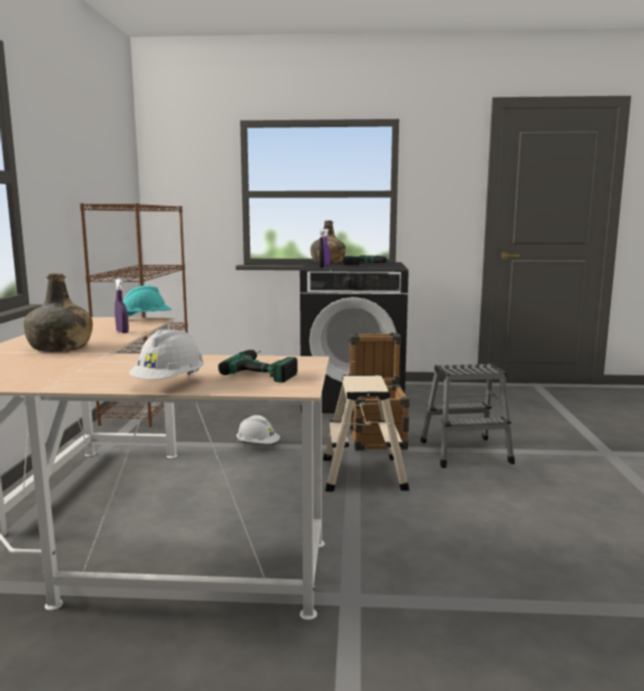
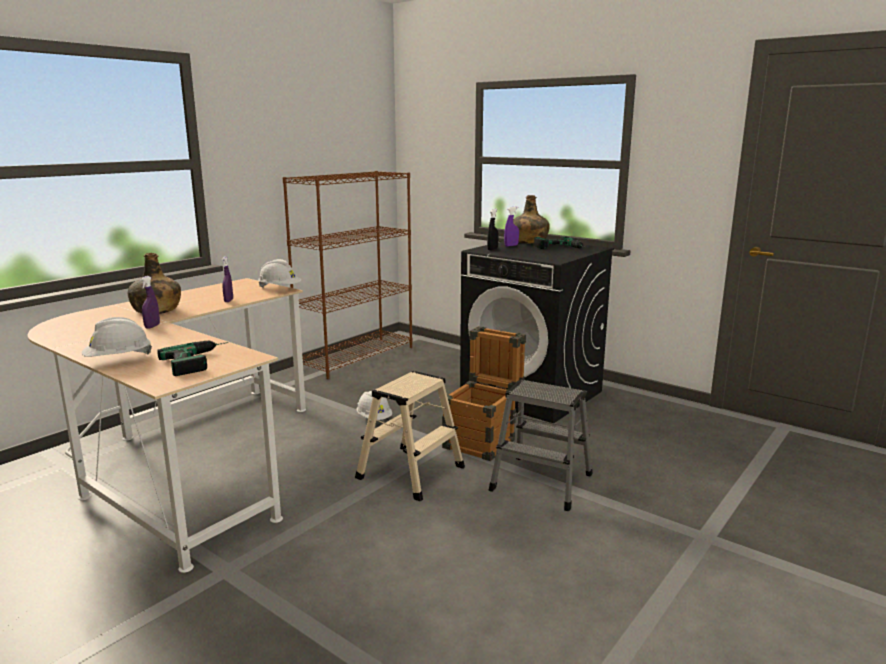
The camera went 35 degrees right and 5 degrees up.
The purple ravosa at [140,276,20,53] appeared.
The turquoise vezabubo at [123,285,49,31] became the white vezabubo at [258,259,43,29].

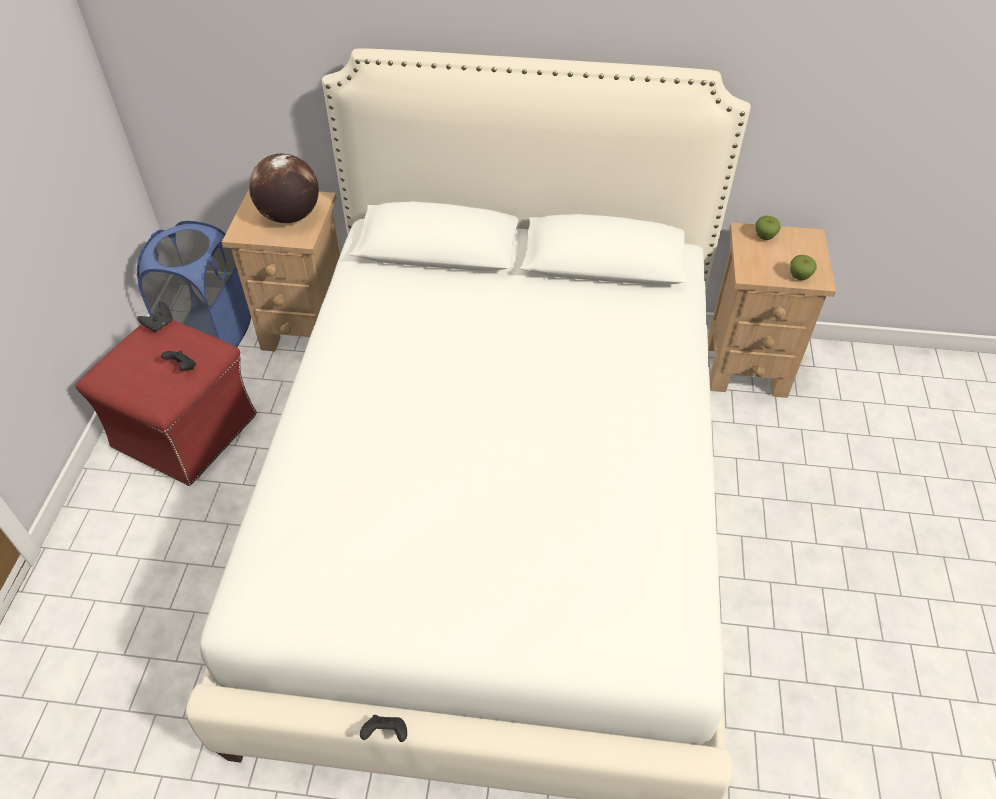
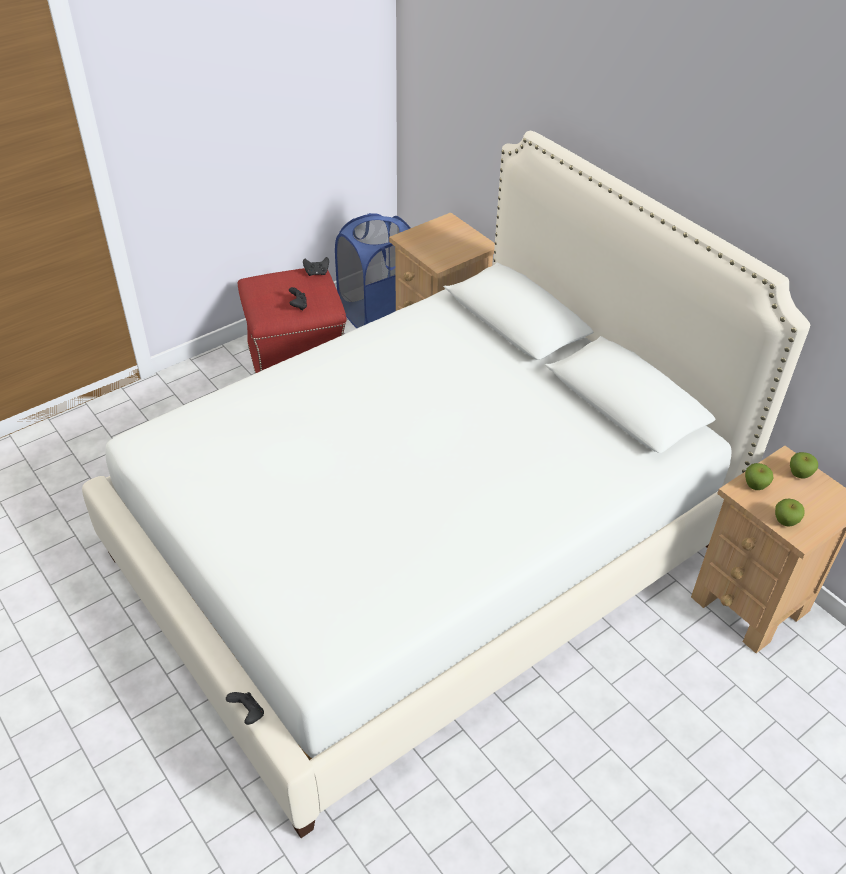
The camera went 45 degrees right and 5 degrees down.
The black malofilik moved from [360,715,47,27] to [226,692,38,33].
The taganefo at [745,463,28,27] appeared.
The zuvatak at [249,153,70,70] disappeared.

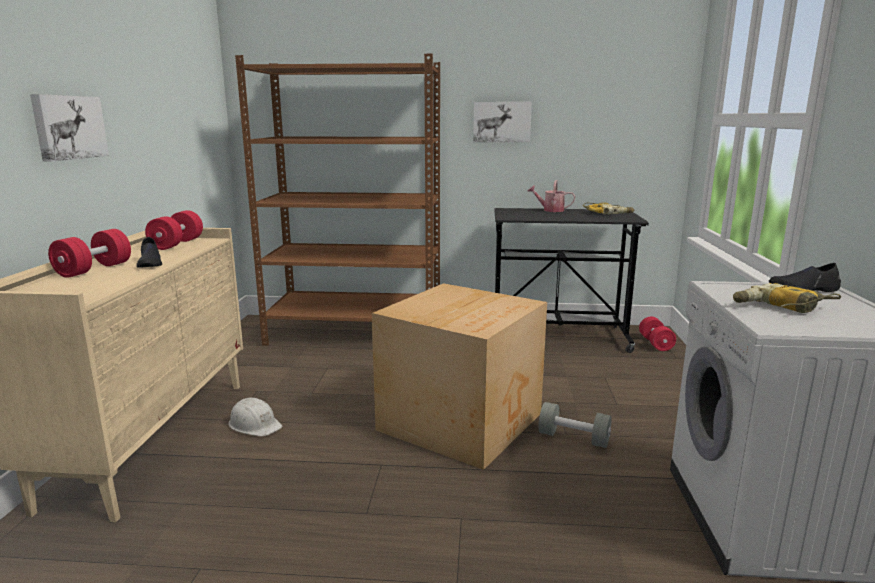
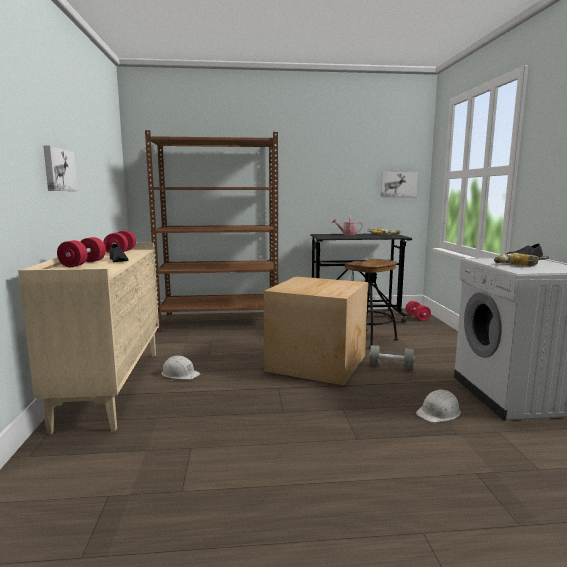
The camera went 10 degrees left and 5 degrees down.
The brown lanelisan at [344,259,54,90] appeared.
The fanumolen moved from [473,102,59,40] to [381,172,37,25].
The white vezabubo at [416,389,45,34] appeared.

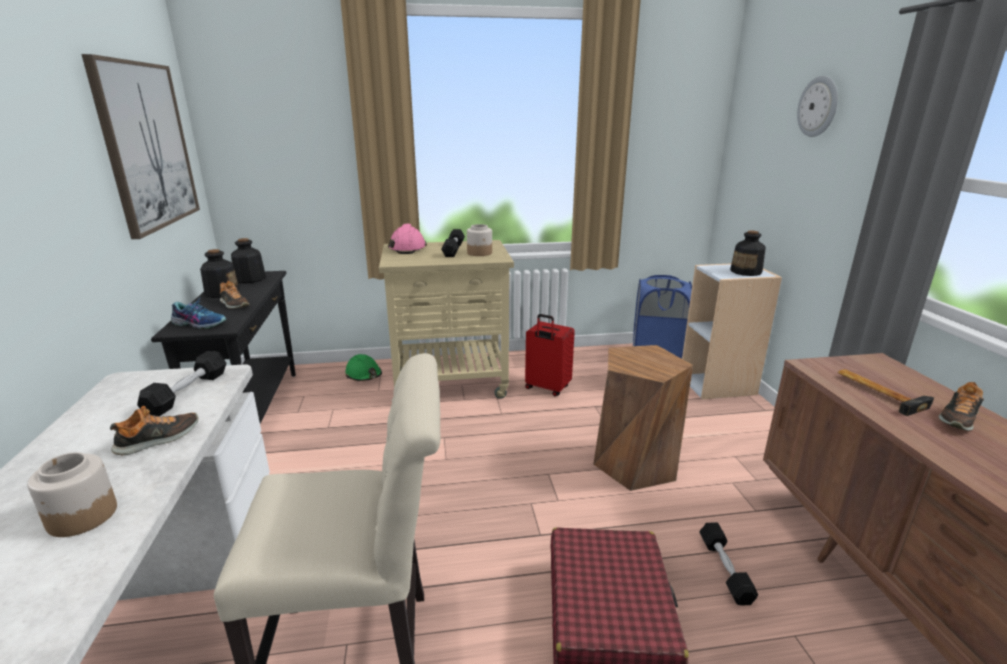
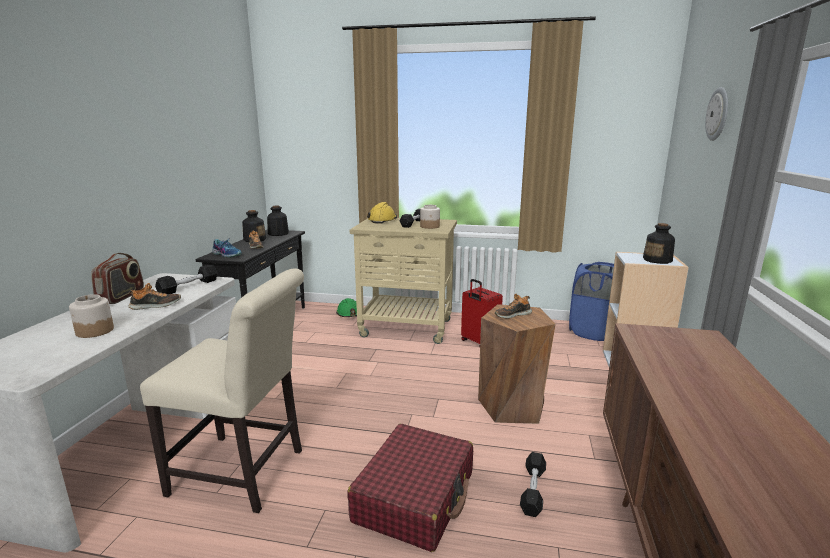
The camera went 20 degrees right and 5 degrees down.
The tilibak at [91,253,53,51] appeared.
The pink vezabubo at [388,224,39,30] became the yellow vezabubo at [367,202,30,22].
The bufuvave moved from [938,382,46,49] to [495,294,37,24].
The fanumolen at [81,54,119,185] disappeared.
The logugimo at [837,369,97,47] disappeared.

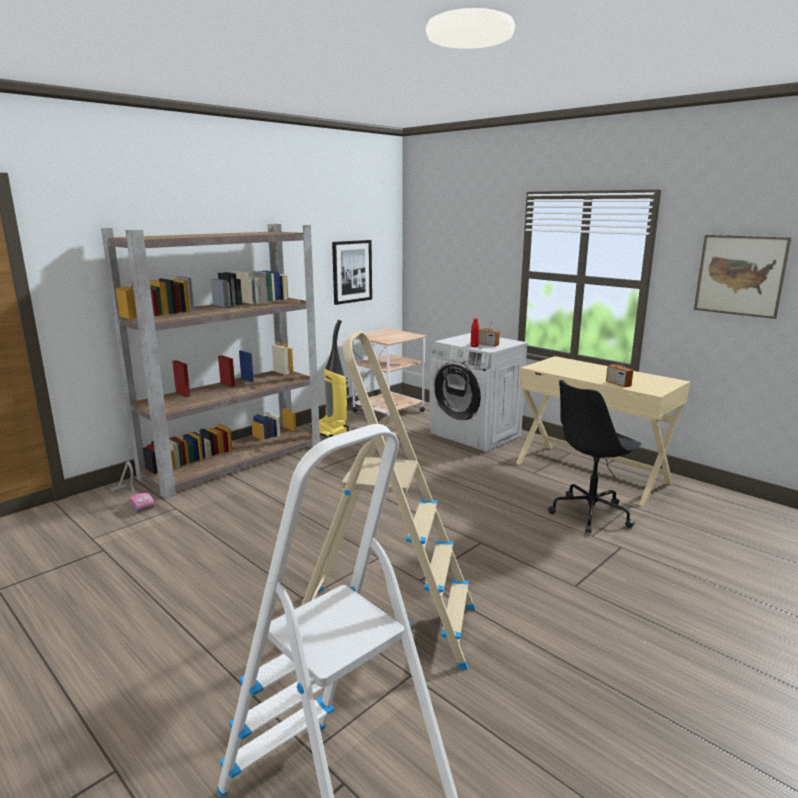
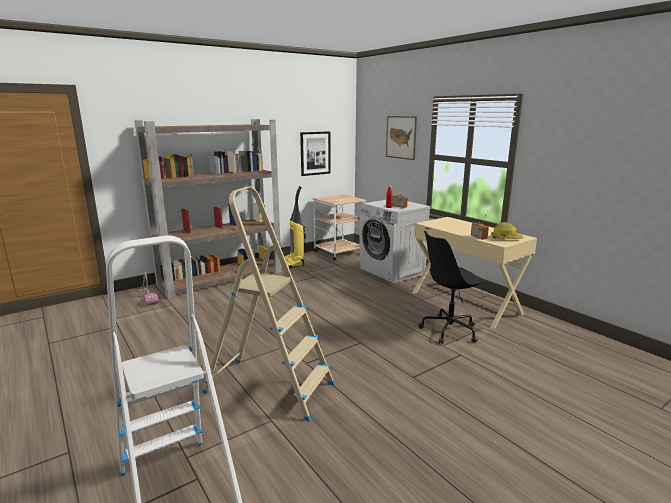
The camera went 10 degrees right and 0 degrees up.
The fanumolen moved from [694,235,97,84] to [386,116,31,44].
The vezabubo at [491,222,32,17] appeared.

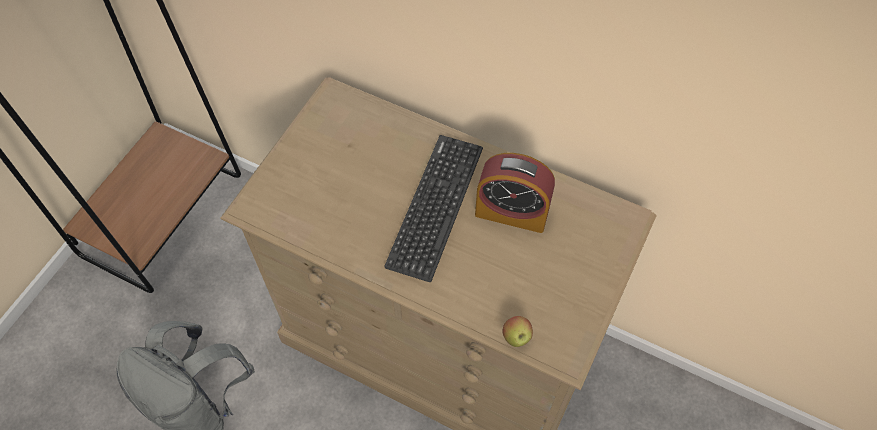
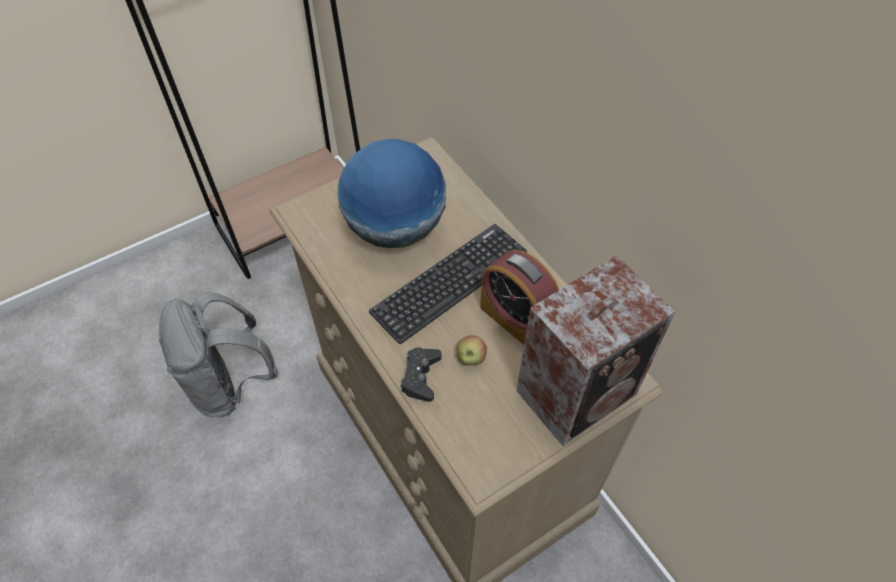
The camera went 30 degrees right and 5 degrees down.
The zuvatak at [337,139,109,109] appeared.
The black malofilik at [400,348,42,54] appeared.
The taganefo moved from [503,316,30,31] to [456,335,31,31].
The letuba at [516,255,160,191] appeared.

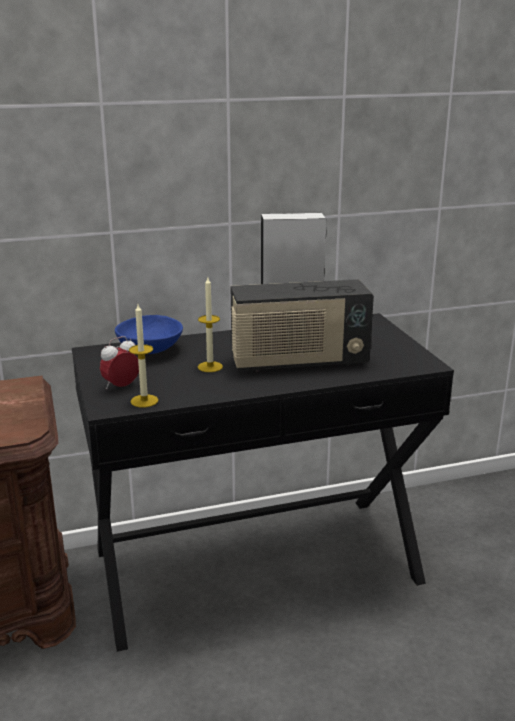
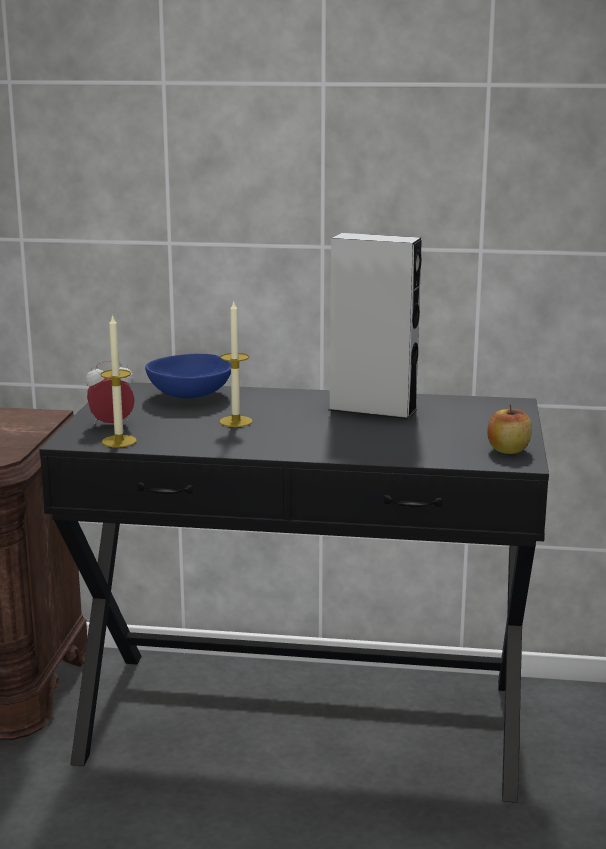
The camera went 25 degrees right and 5 degrees down.
The taganefo at [487,404,45,50] appeared.
The tilibak at [231,279,143,93] disappeared.

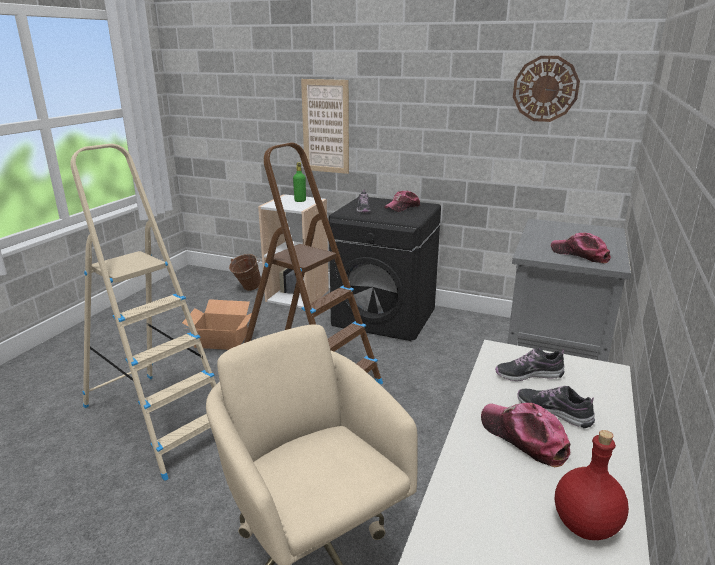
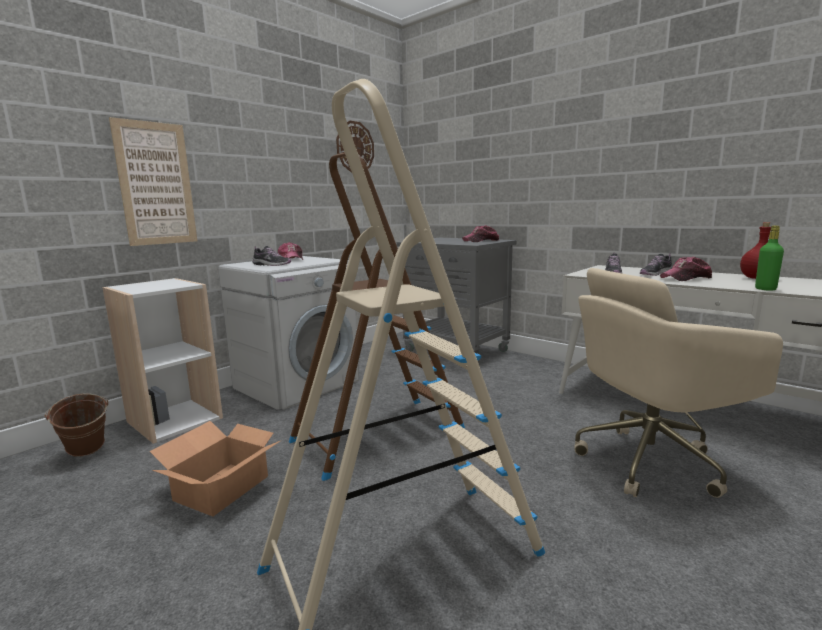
The camera went 70 degrees left and 10 degrees down.
The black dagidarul at [329,197,112,144] became the white dagidarul at [218,256,141,154].
The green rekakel moved from [293,162,13,40] to [755,226,29,65].

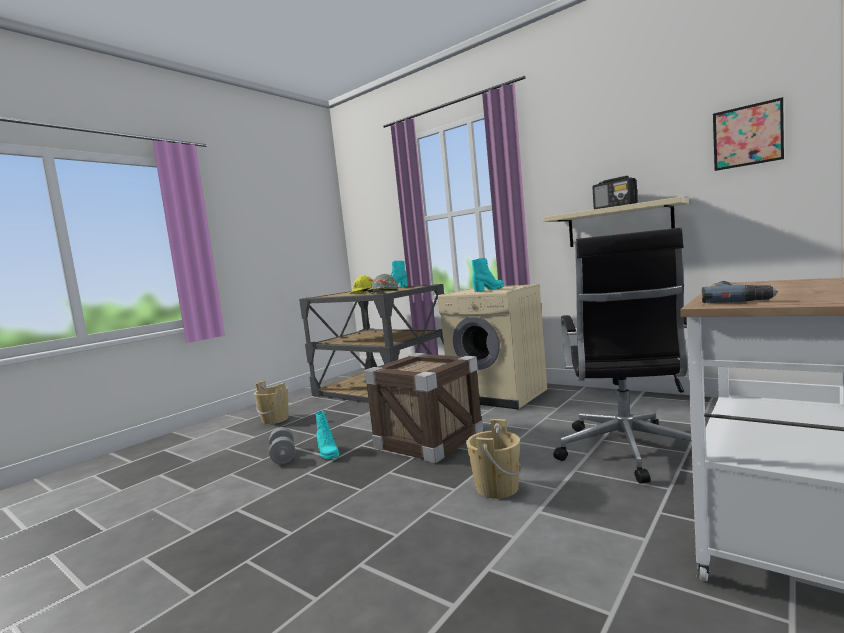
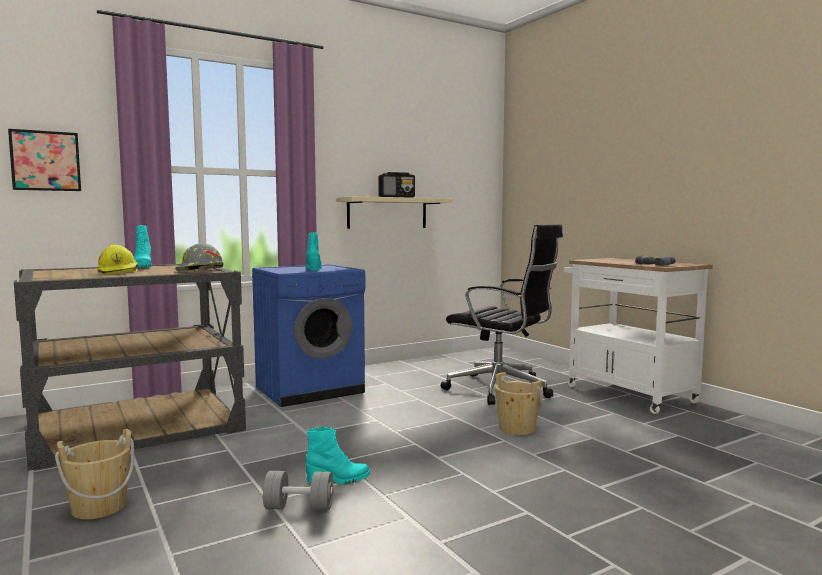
The camera went 70 degrees left and 0 degrees up.
The fanumolen moved from [713,97,71,74] to [8,129,73,62].
The beige dagidarul at [438,284,109,125] became the blue dagidarul at [252,264,113,143].
The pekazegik at [364,353,120,111] disappeared.

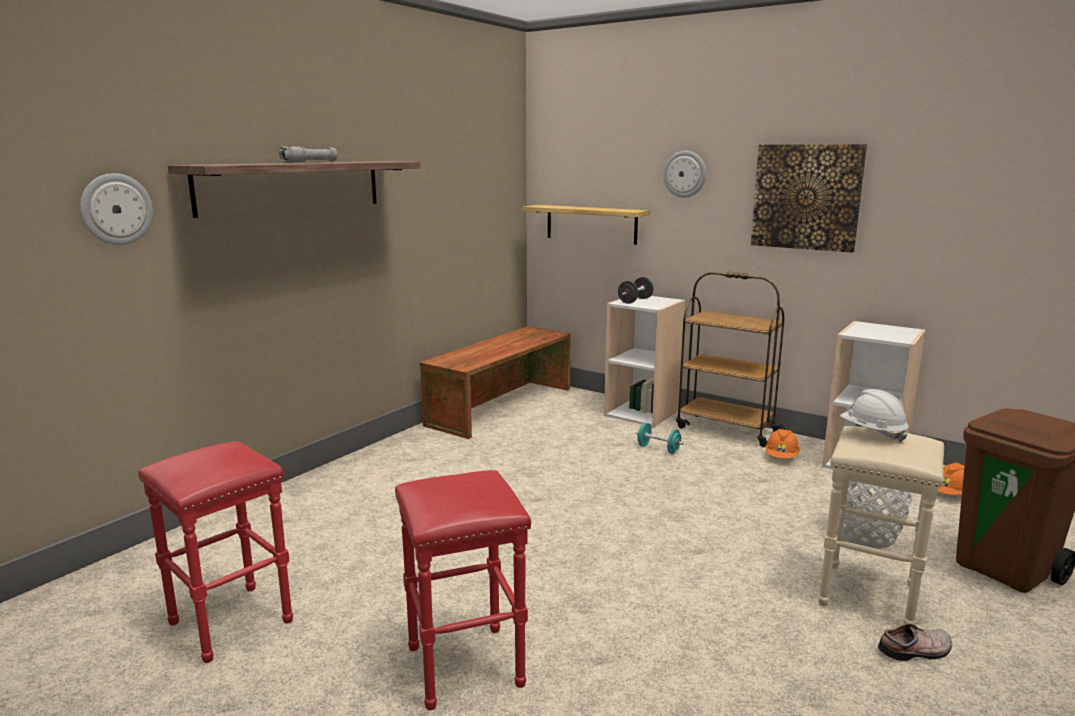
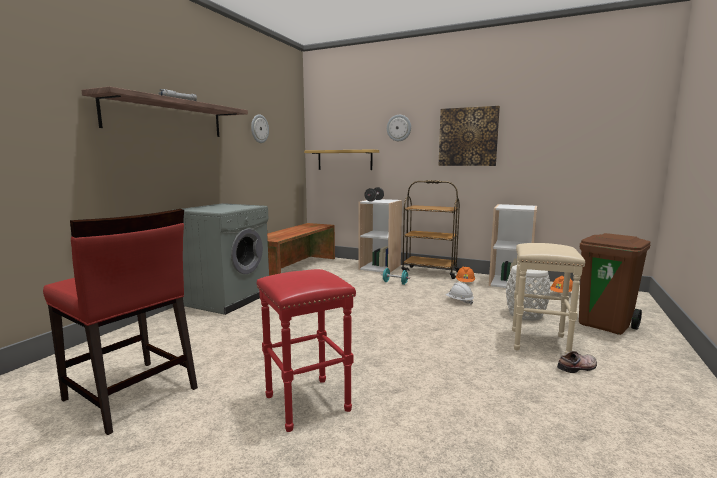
The camera went 10 degrees left and 5 degrees down.
The red lanelisan at [138,441,155,222] was replaced by the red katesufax at [43,209,155,226].
The grey dagidarul at [175,203,94,112] appeared.
The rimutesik moved from [80,173,73,72] to [251,114,18,29].
The white vezabubo moved from [840,389,69,53] to [446,282,28,23].

